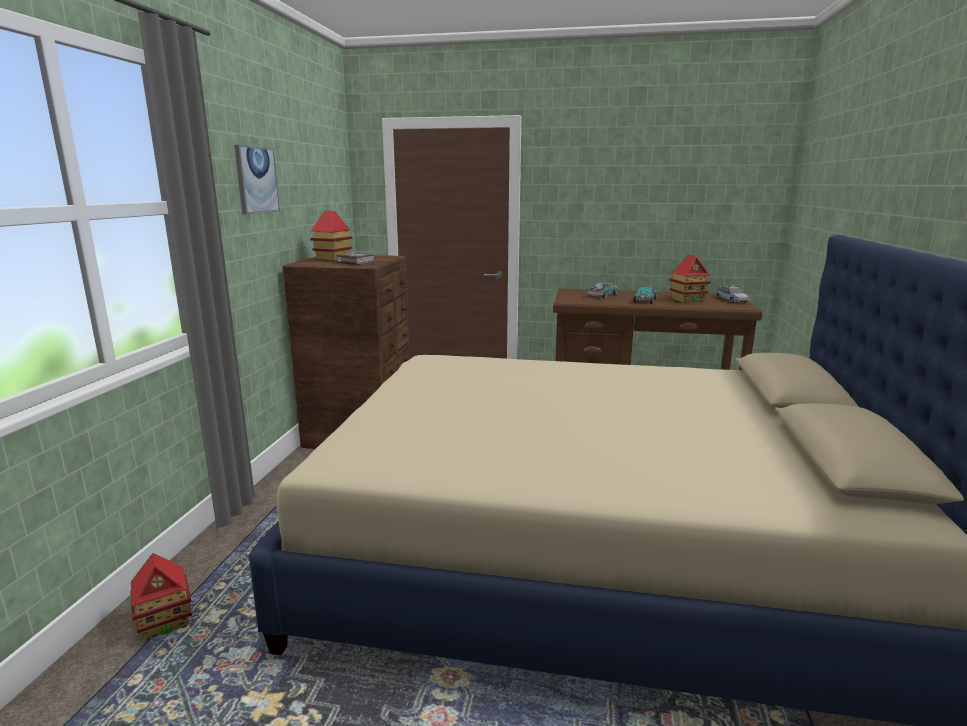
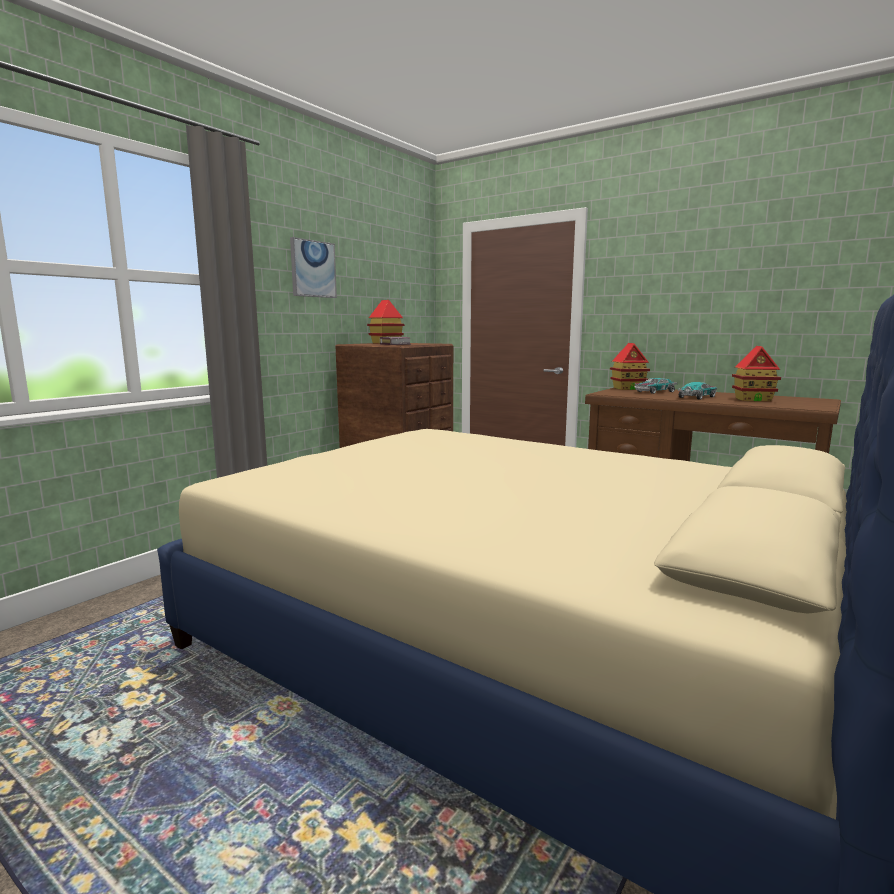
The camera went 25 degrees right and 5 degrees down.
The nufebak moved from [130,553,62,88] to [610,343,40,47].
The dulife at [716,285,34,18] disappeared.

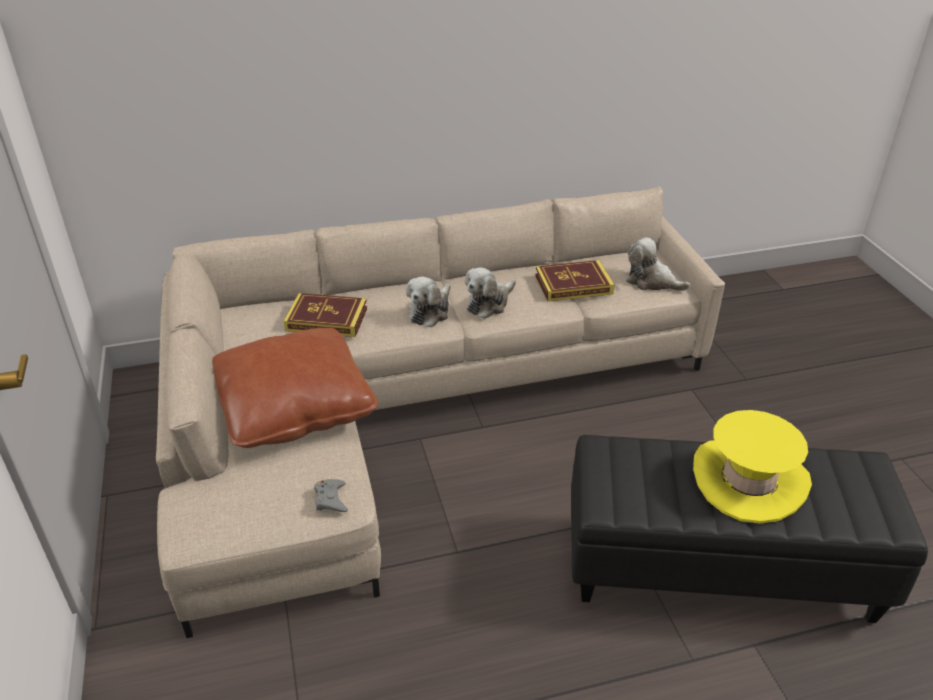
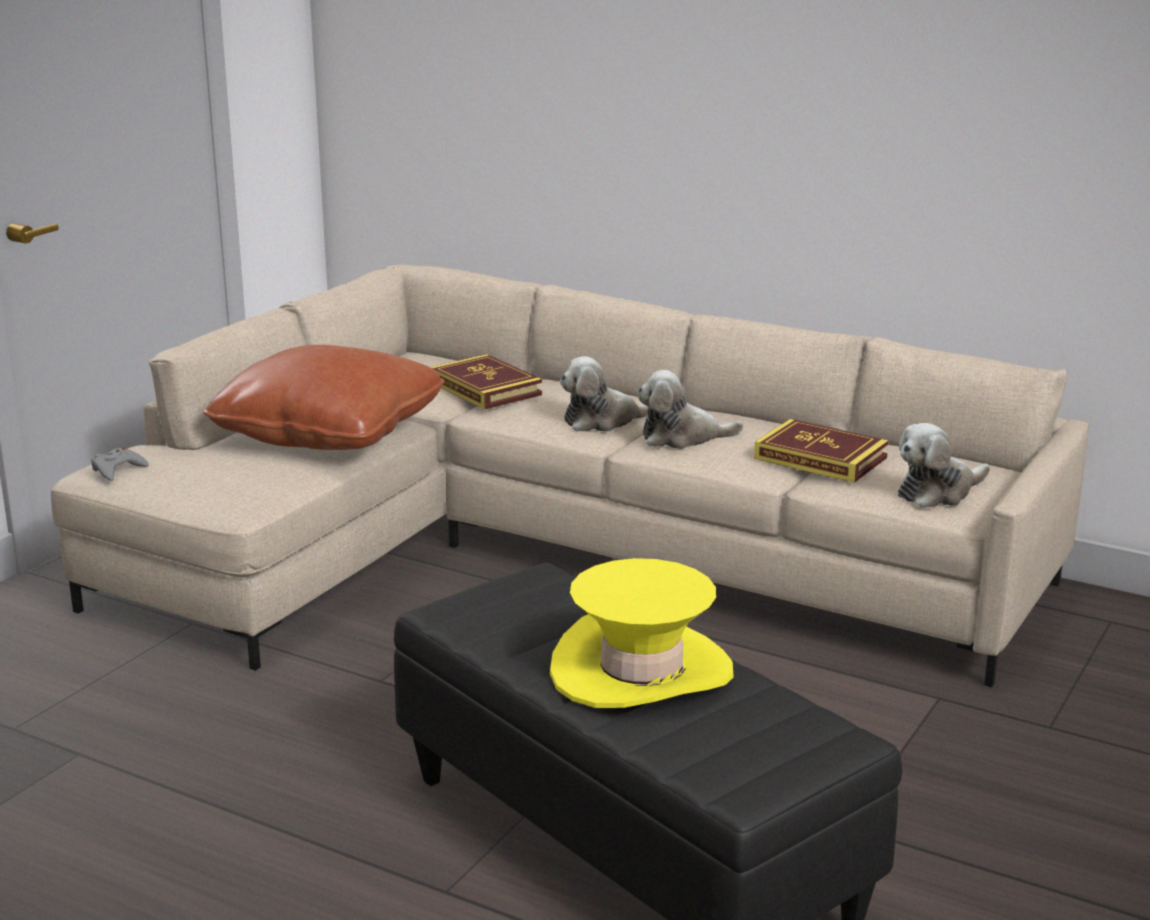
The camera went 45 degrees right and 15 degrees down.
The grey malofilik moved from [314,479,34,33] to [91,448,57,33].
The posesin at [626,237,64,54] turned 105 degrees counterclockwise.

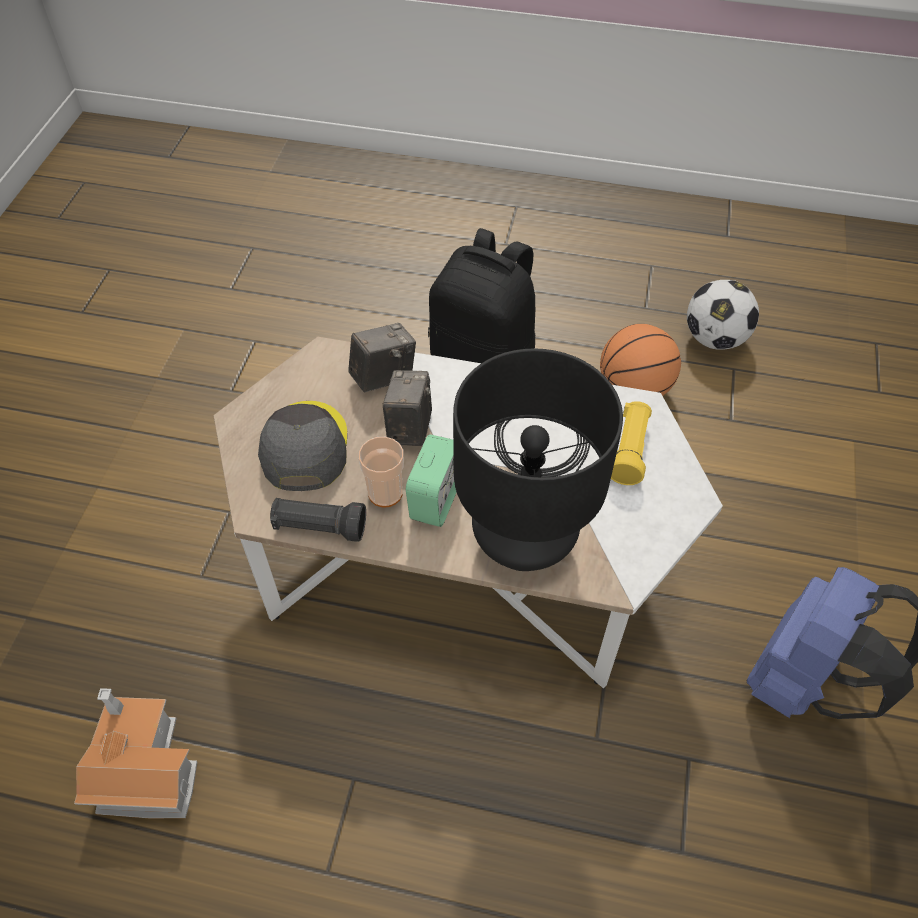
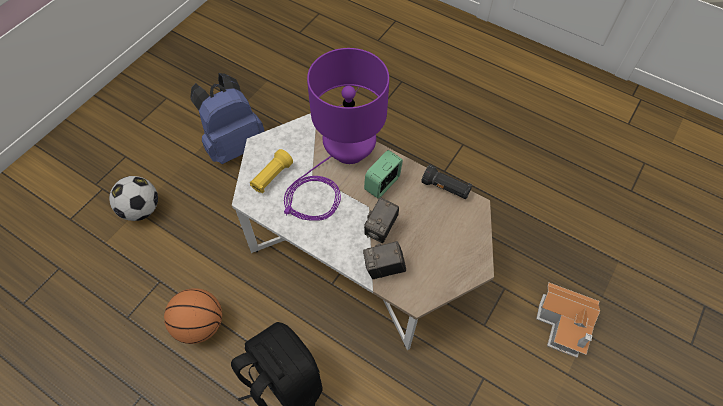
The camera went 160 degrees left and 5 degrees up.
The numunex moved from [687,280,72,70] to [109,176,49,45].
The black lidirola at [453,348,170,223] became the purple lidirola at [284,48,105,173].
The nufebak moved from [74,688,123,130] to [536,283,64,75].
The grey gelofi at [258,401,89,90] disappeared.
The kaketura at [359,437,45,70] disappeared.

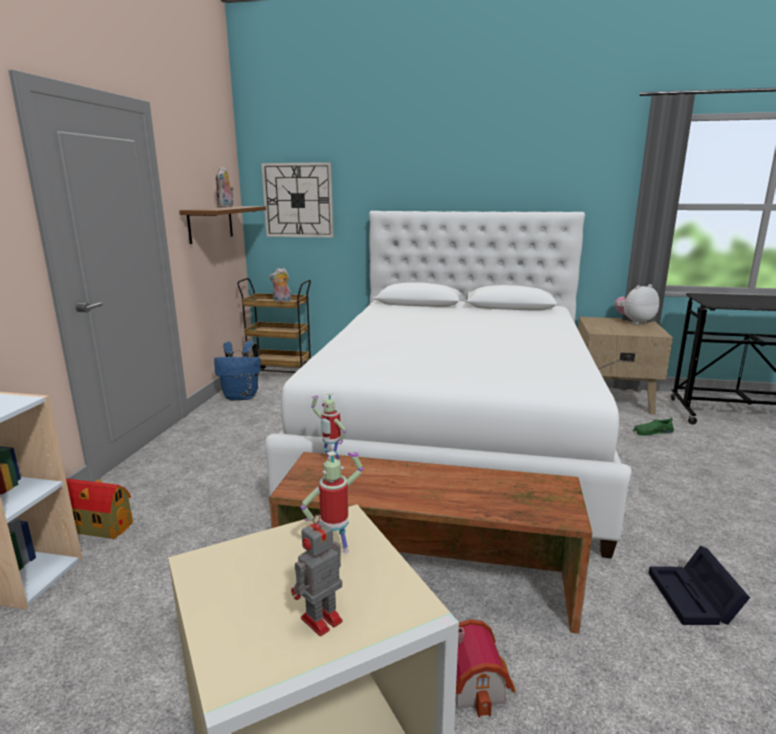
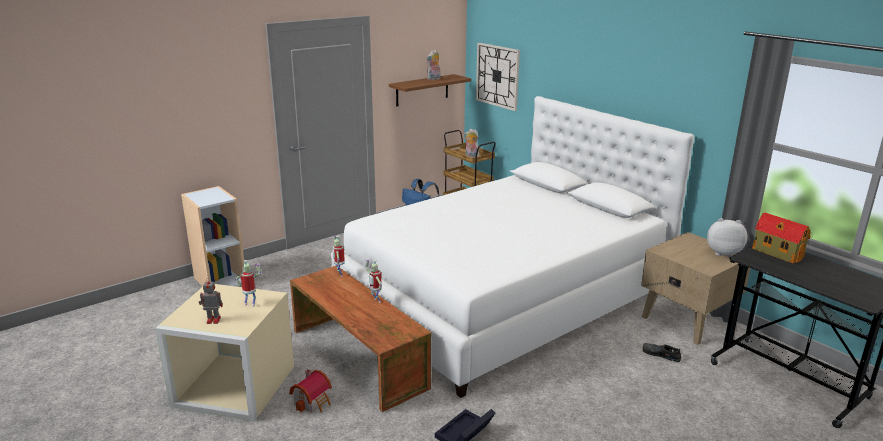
The camera went 40 degrees right and 5 degrees up.
The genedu at [365,260,17,43] appeared.
The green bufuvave at [632,418,42,18] became the black bufuvave at [643,343,38,19].
The nufebak moved from [66,478,67,61] to [752,213,59,50].

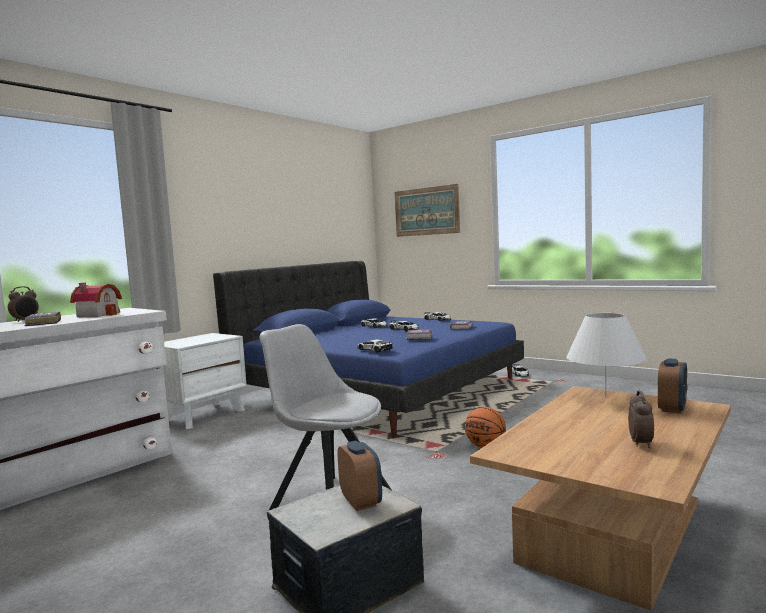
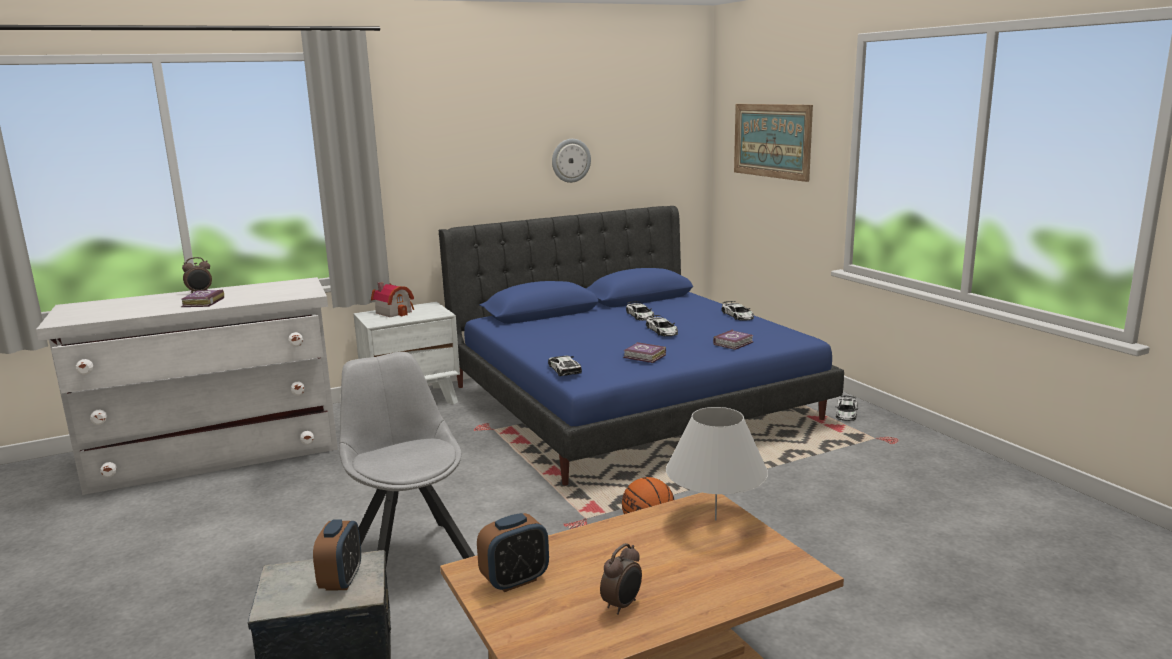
The camera went 25 degrees right and 10 degrees up.
The nufebak moved from [70,283,52,34] to [371,282,43,35].
The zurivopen moved from [658,358,29,56] to [477,513,72,79].
The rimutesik at [552,139,39,44] appeared.

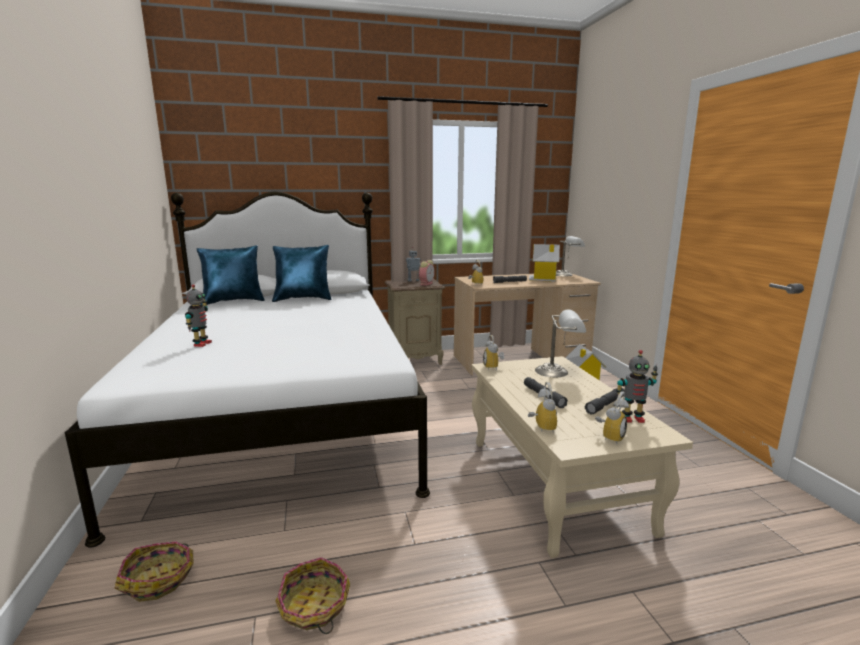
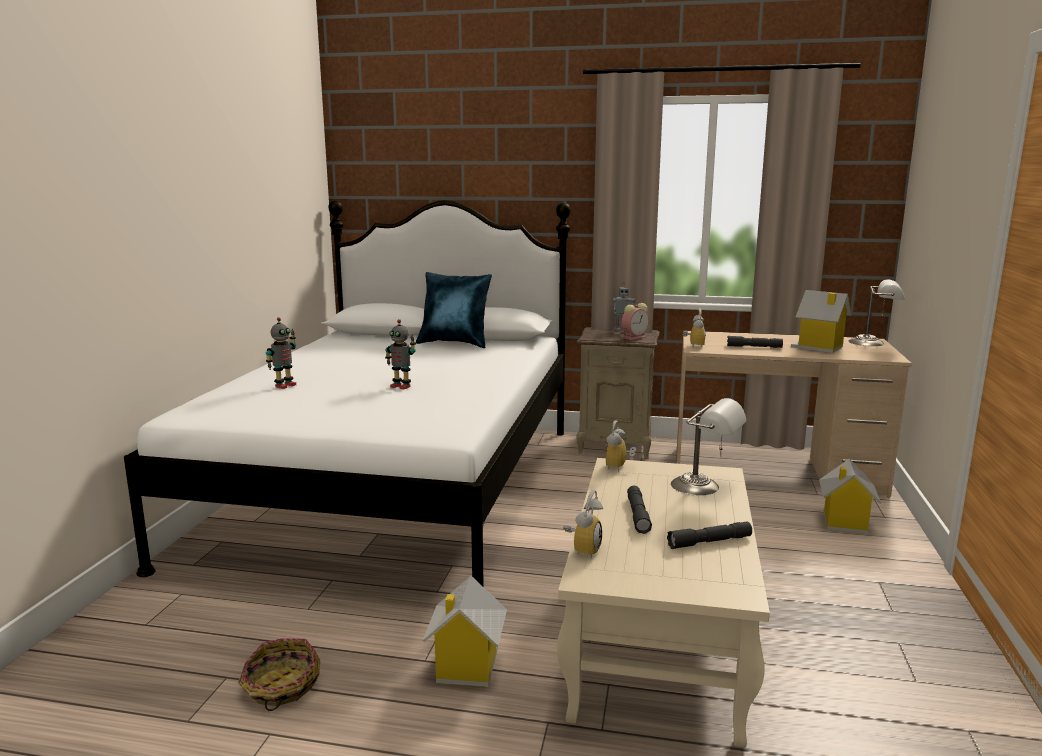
The camera went 25 degrees right and 0 degrees up.
The genedu moved from [616,350,42,73] to [385,319,31,70].
The nufebak at [423,576,84,111] appeared.
The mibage at [114,542,79,60] disappeared.
The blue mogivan at [197,245,68,60] disappeared.
The zurivopen at [595,391,34,53] disappeared.

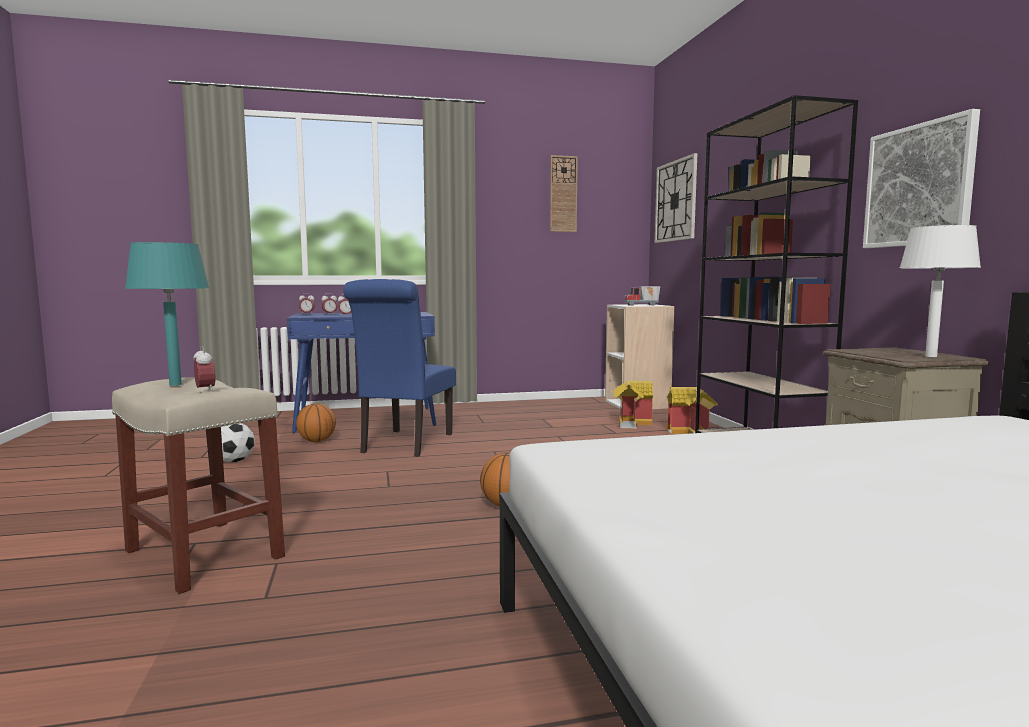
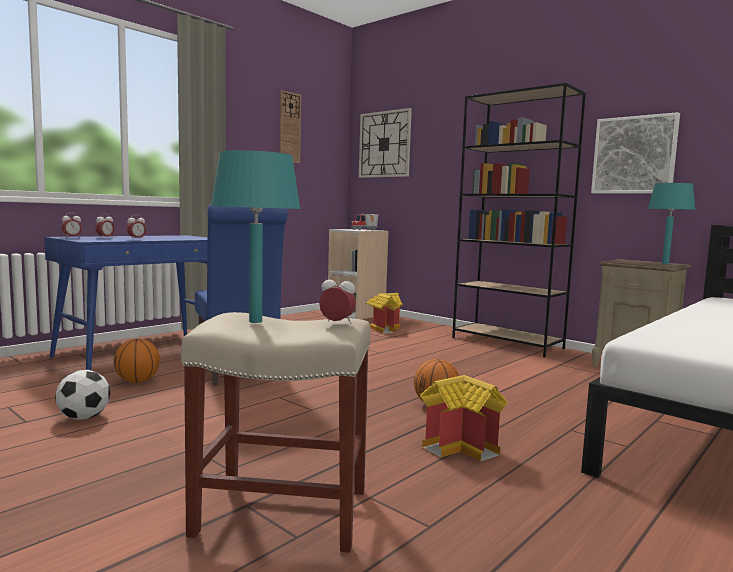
The camera went 35 degrees left and 0 degrees up.
The nufebak moved from [667,387,51,47] to [420,375,88,87].
The white lidirola at [900,225,81,132] became the turquoise lidirola at [648,183,47,81].

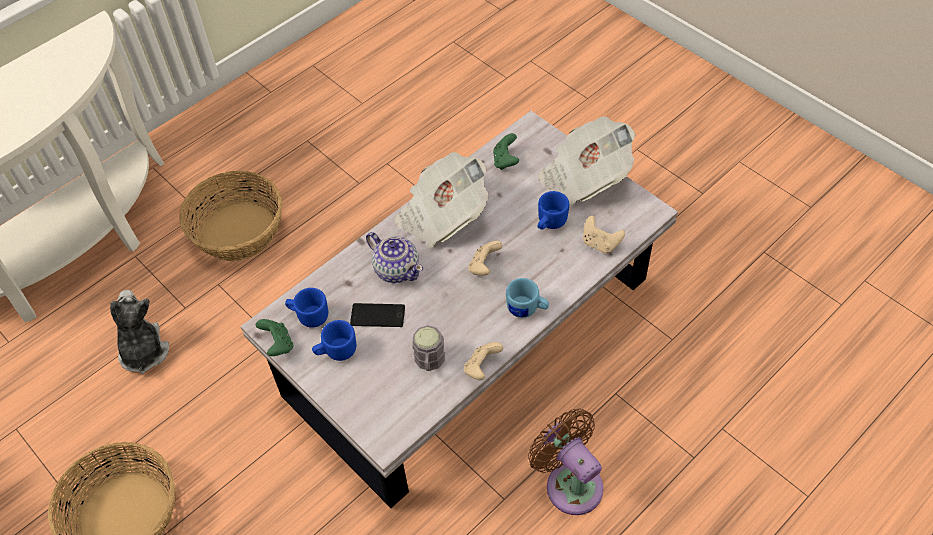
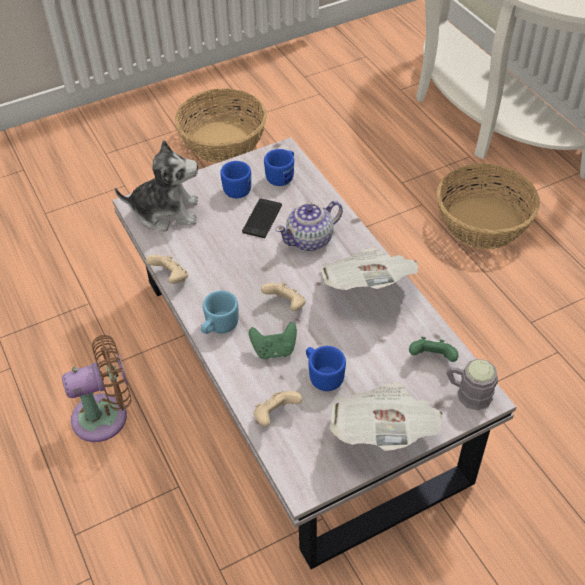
The camera went 105 degrees right and 5 degrees down.
The posesin moved from [110,290,59,84] to [115,140,83,91].
The green malofilik moved from [256,319,37,37] to [249,322,48,37].
The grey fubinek moved from [412,325,33,46] to [446,359,52,51].

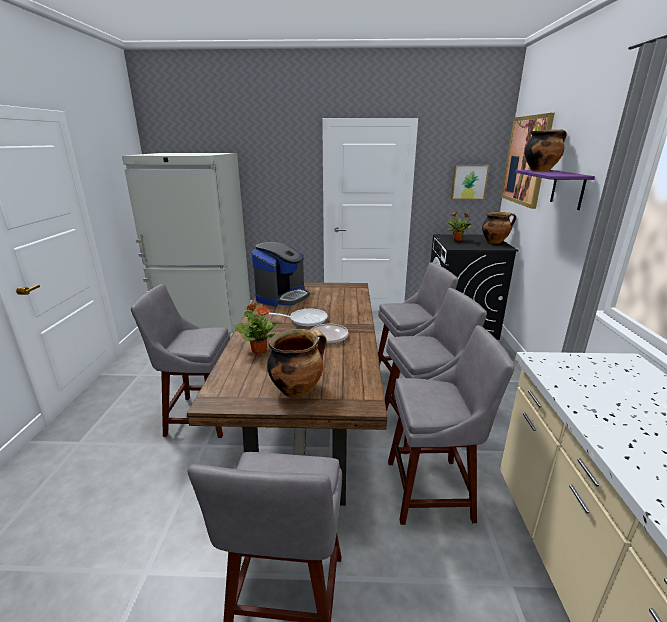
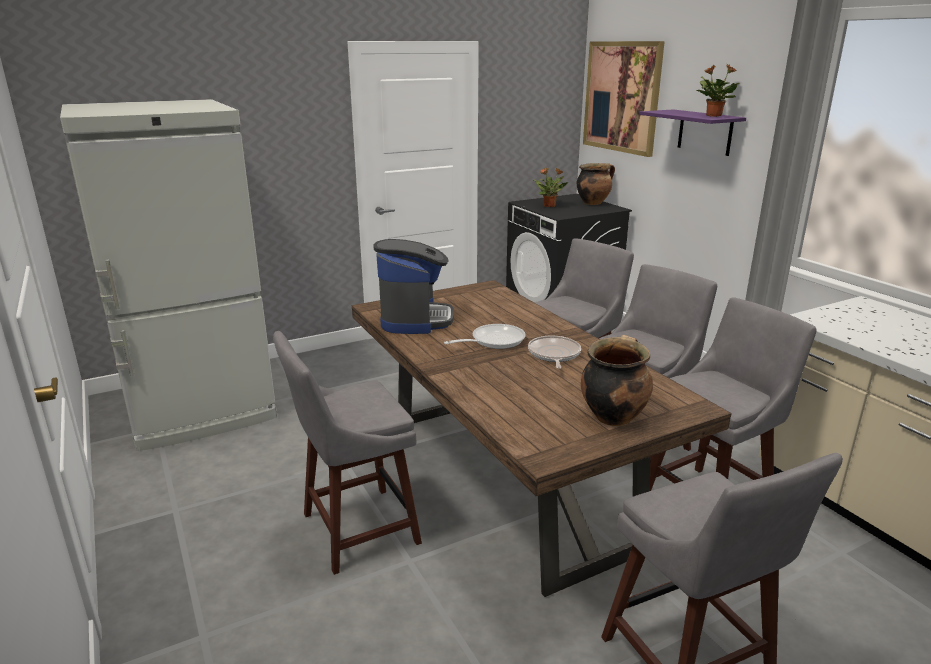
The camera went 30 degrees left and 0 degrees up.
The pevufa moved from [234,303,45,51] to [696,64,43,53].
The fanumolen at [451,165,38,35] disappeared.
The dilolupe at [525,129,42,42] disappeared.

